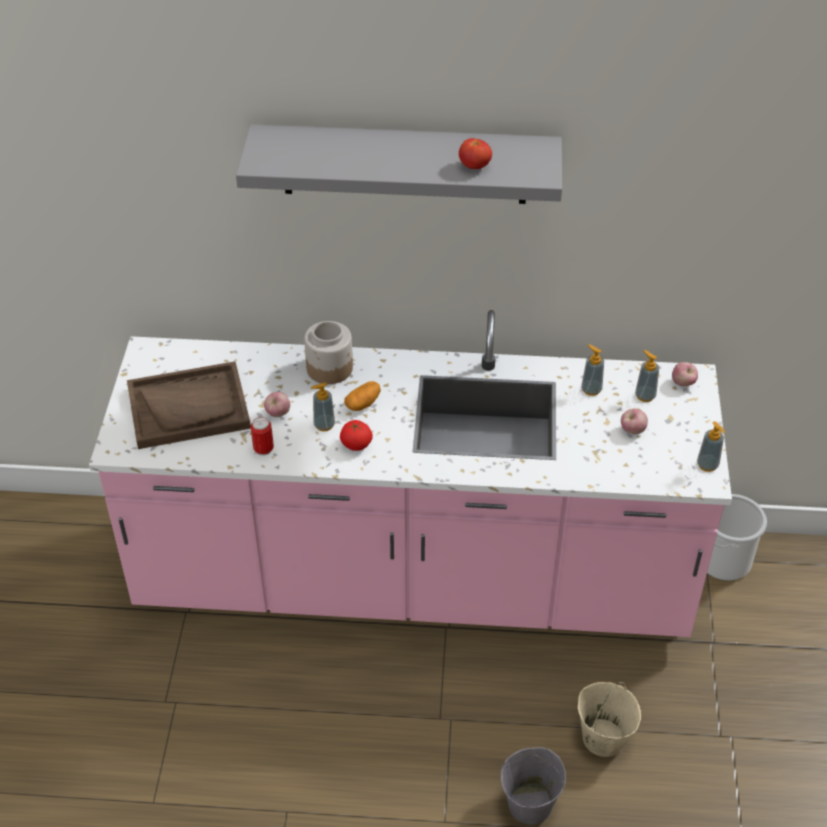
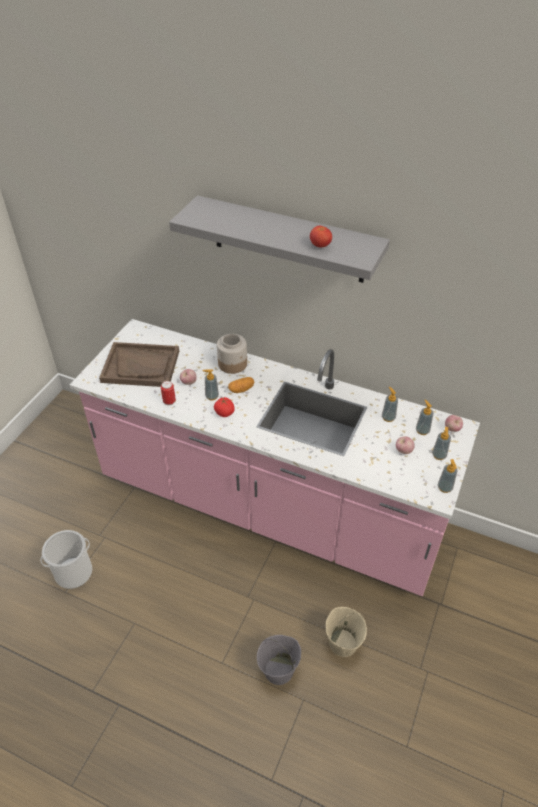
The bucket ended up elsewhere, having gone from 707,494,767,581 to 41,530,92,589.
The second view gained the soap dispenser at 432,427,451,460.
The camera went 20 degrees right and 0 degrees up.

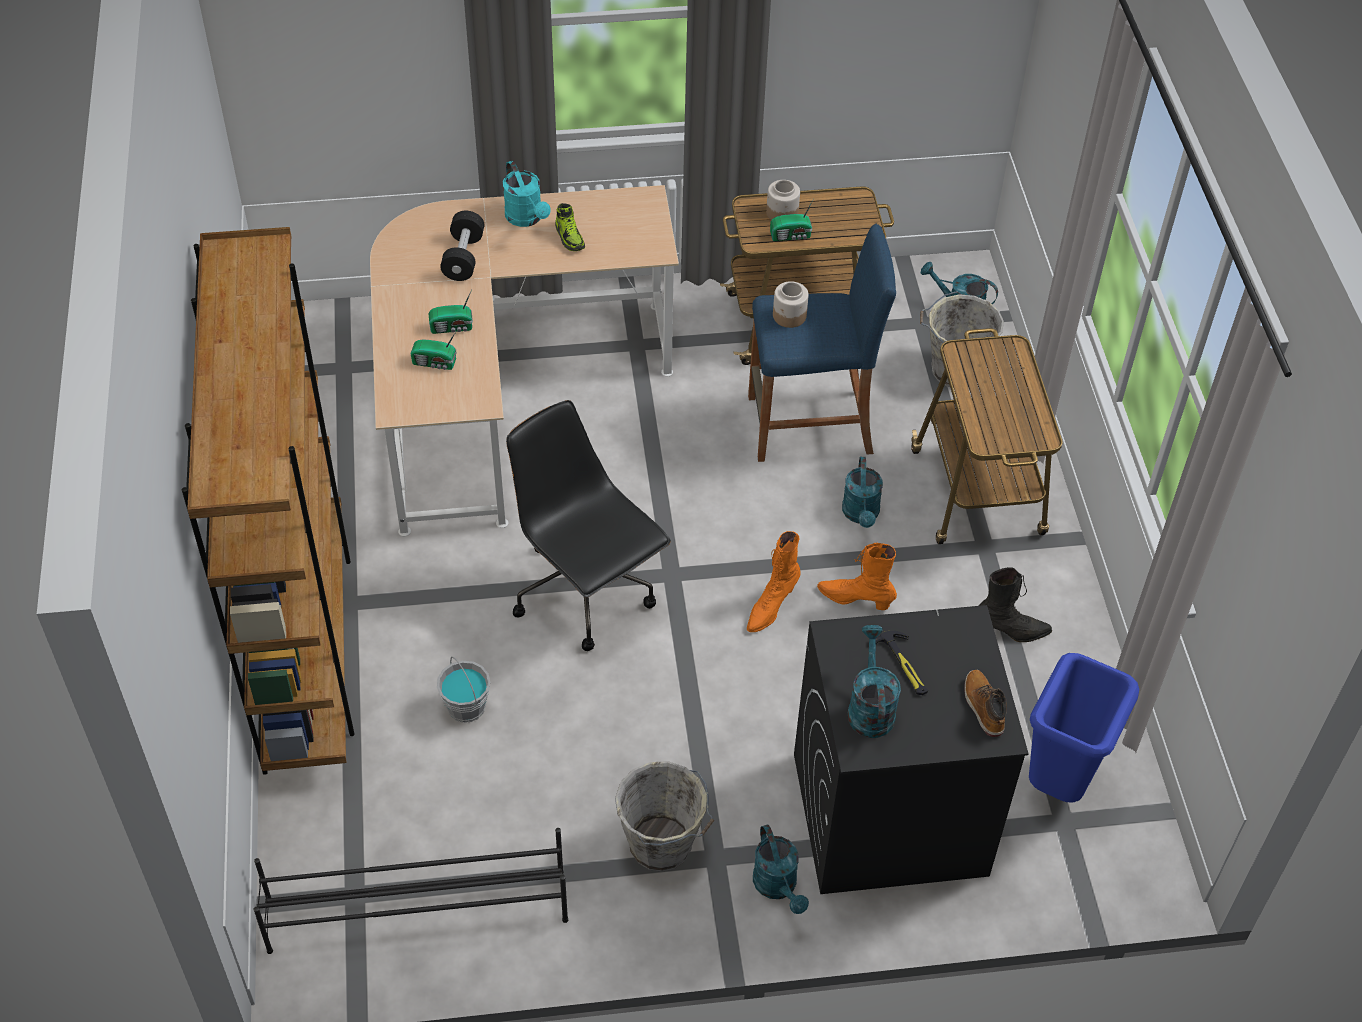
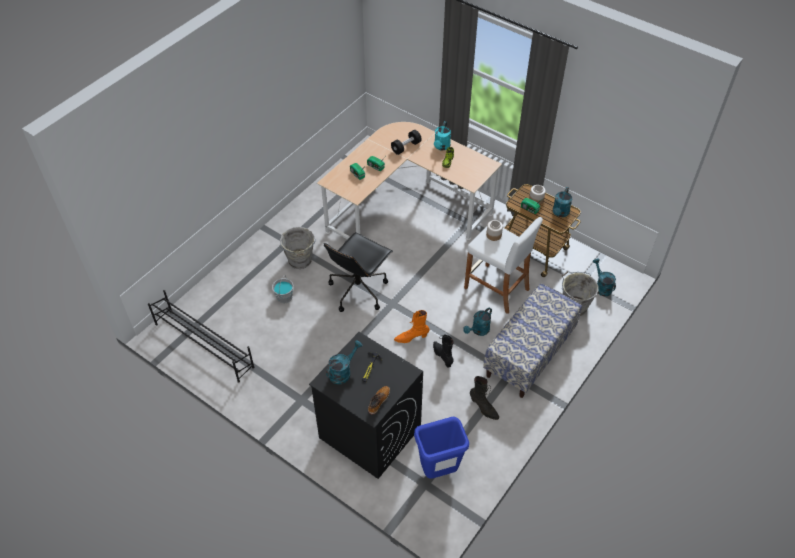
The bucket (grey) ended up elsewhere, having gone from 615,761,714,872 to 280,227,316,269.
The office chair (black) at 506,400,671,651 ended up facing another way, 150 degrees counterclockwise from before.
What was the boot (orange) at 817,543,897,610 turned into the boot (black) at 433,335,454,368.
What was the stool (blue) at 748,224,896,462 turned into the stool (white) at 464,217,543,314.
Where the cart stood at 911,328,1063,544, the bench came to stand at 483,283,582,398.
The watering can (turquoise) ended up elsewhere, having gone from 753,824,809,914 to 553,187,572,217.
The second view lost the bookcase (brown) at 182,227,354,775.
The camera went 45 degrees right and 0 degrees up.

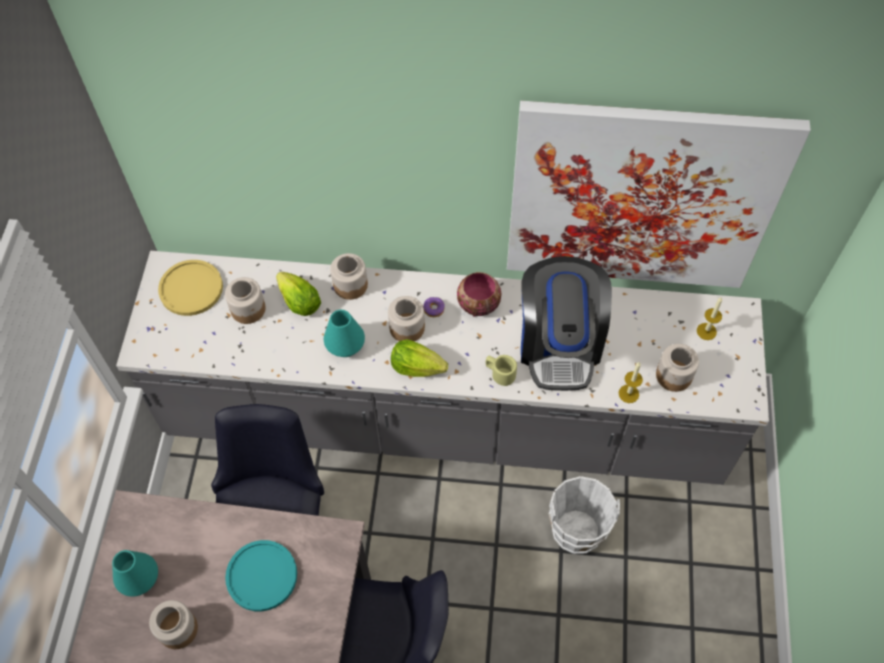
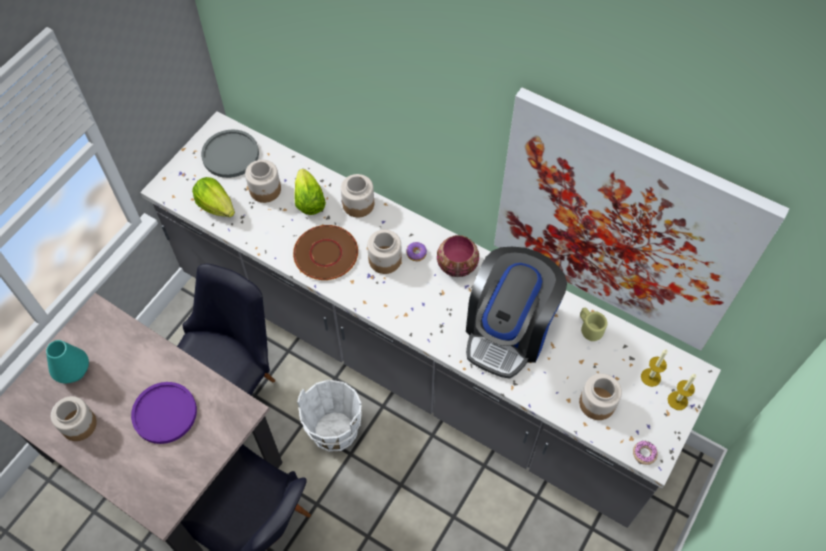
What was the plate (turquoise) at 225,540,297,611 turned into the plate (purple) at 131,382,197,444.
The lettuce ended up elsewhere, having gone from 391,339,448,377 to 192,177,235,217.
What was the plate (yellow) at 158,260,223,316 turned into the plate (grey) at 201,129,259,178.
Where the vase (turquoise) stood at 324,310,365,357, the plate (brown) came to stand at 293,225,358,280.
The bucket (white) ended up elsewhere, having gone from 549,476,620,554 to 297,380,362,452.
The mug (beige) ended up elsewhere, having gone from 486,355,517,386 to 580,307,607,341.
The second view gained the donut at 633,441,658,465.
The candle ended up elsewhere, having gone from 619,362,643,403 to 668,373,696,410.
The camera went 25 degrees right and 0 degrees up.

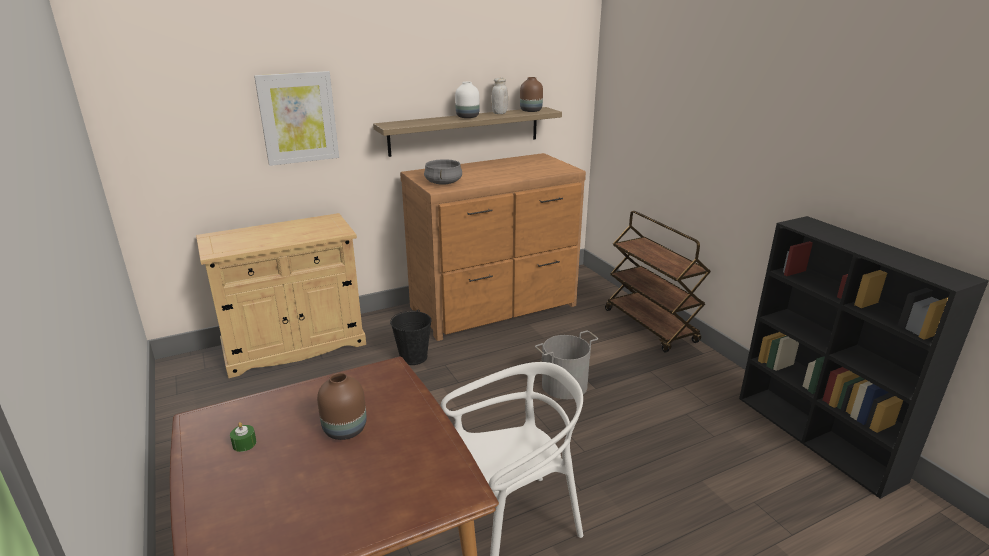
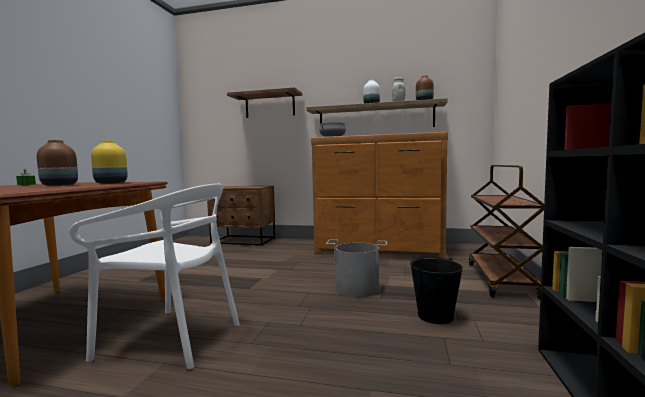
The second view gained the vase (yellow) at 91,141,128,184.
Where the cabinet (beige) stood at 196,213,366,378, the nightstand (brown) came to stand at 207,186,275,246.
Where the picture hung at 254,71,339,166, the shelf came to hang at 227,87,302,118.
The bucket (black) ended up elsewhere, having gone from 390,309,432,365 to 410,257,463,324.
The camera went 40 degrees right and 20 degrees down.

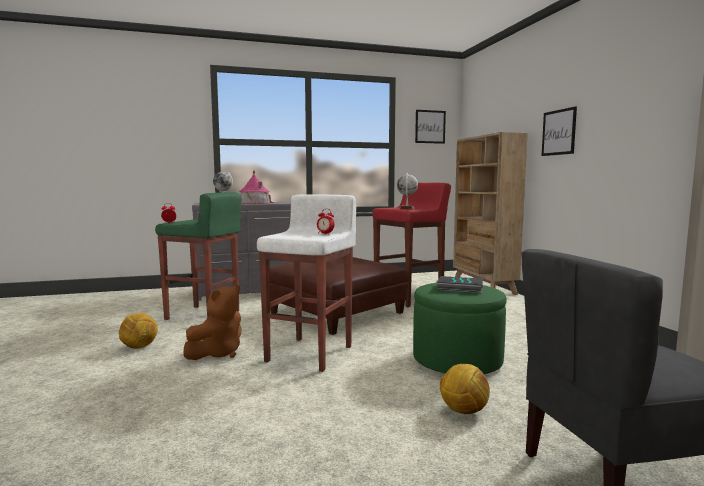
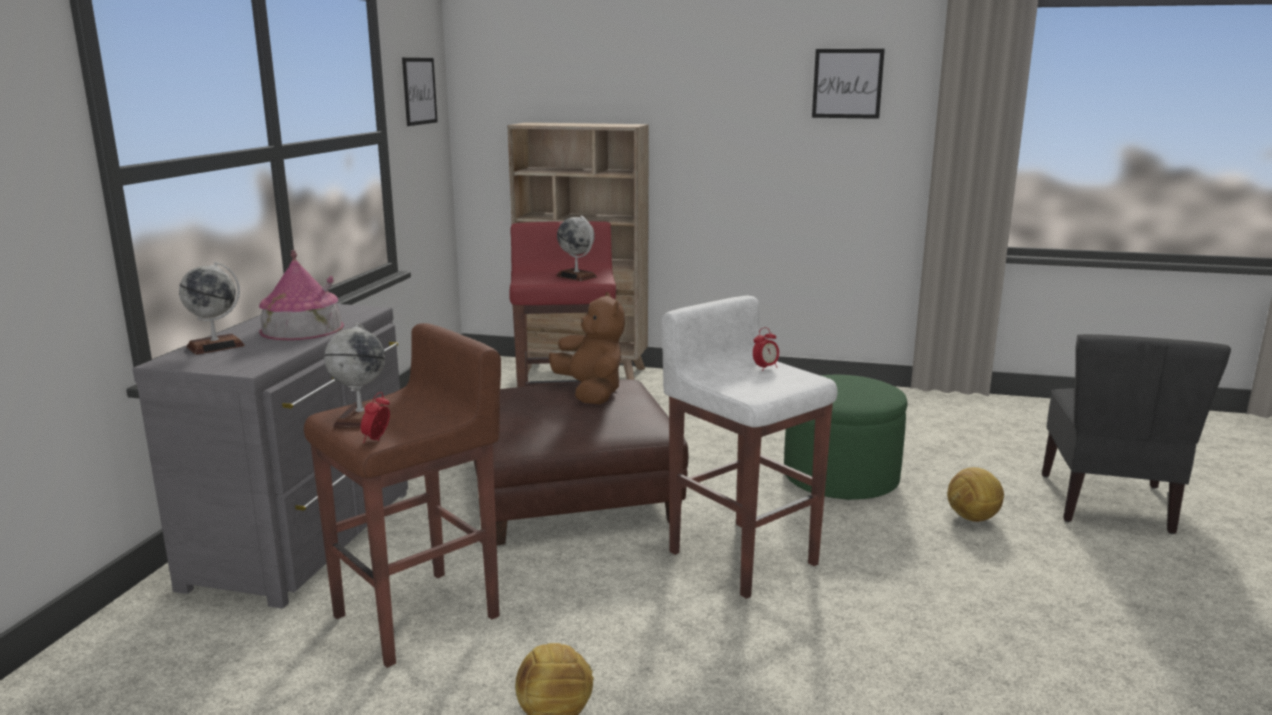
What was the stool (green) at 155,192,241,320 turned into the stool (brown) at 304,323,501,668.
The second view gained the globe at 324,323,385,428.
The plush toy (brown) ended up elsewhere, having gone from 183,285,242,360 to 549,292,625,404.
The picture ended up elsewhere, having gone from 541,106,577,156 to 812,49,885,119.
The second view lost the book at 436,276,483,293.
The camera went 60 degrees left and 10 degrees up.

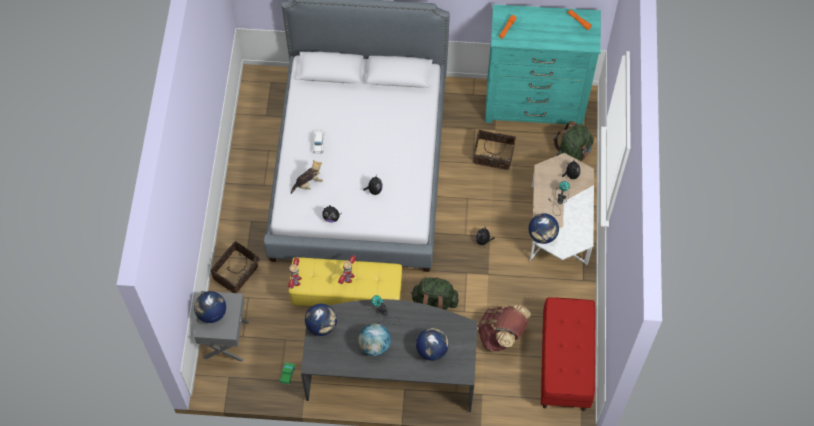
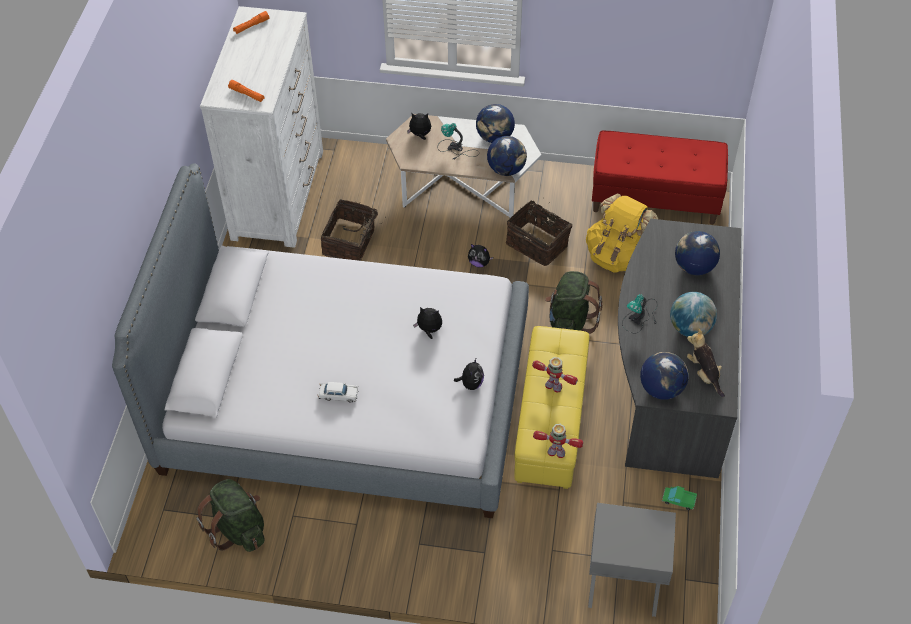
The backpack (green) ended up elsewhere, having gone from 553,121,594,161 to 196,479,264,552.
What was the dresser (turquoise) at 485,4,601,125 turned into the dresser (white) at 200,6,323,248.
The globe ended up elsewhere, having gone from 194,291,226,323 to 476,104,515,143.
The basket ended up elsewhere, having gone from 211,241,260,293 to 506,200,572,266.
What was the backpack (brown) at 478,305,531,352 turned into the backpack (yellow) at 586,193,658,273.
The plush toy ended up elsewhere, having gone from 291,160,323,194 to 687,328,725,397.
The camera went 85 degrees left and 10 degrees down.

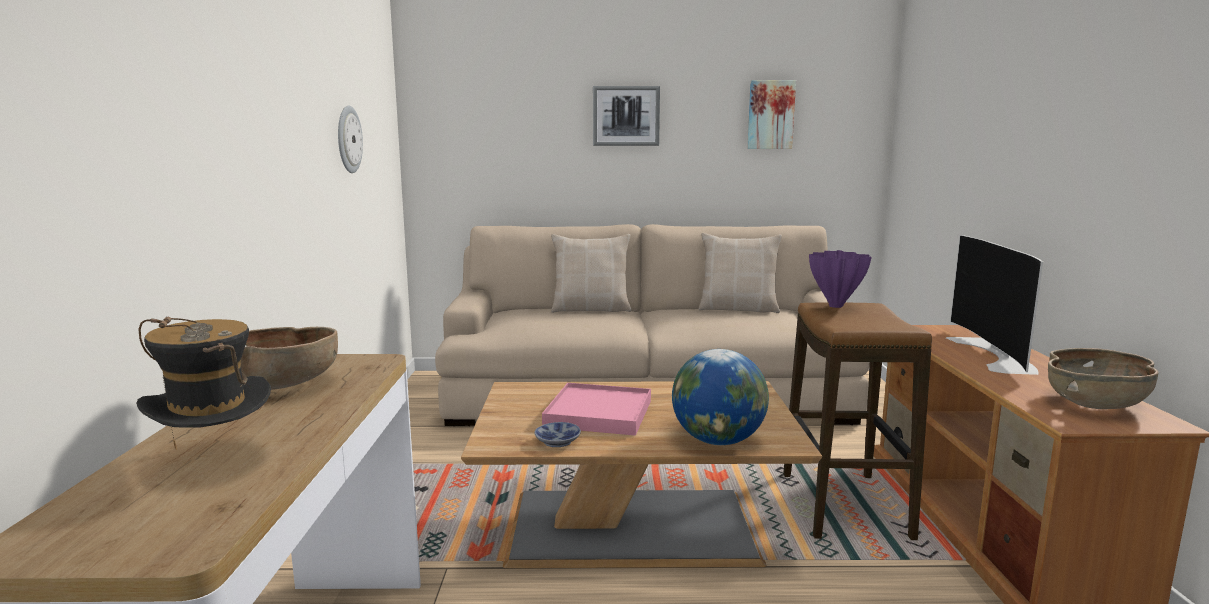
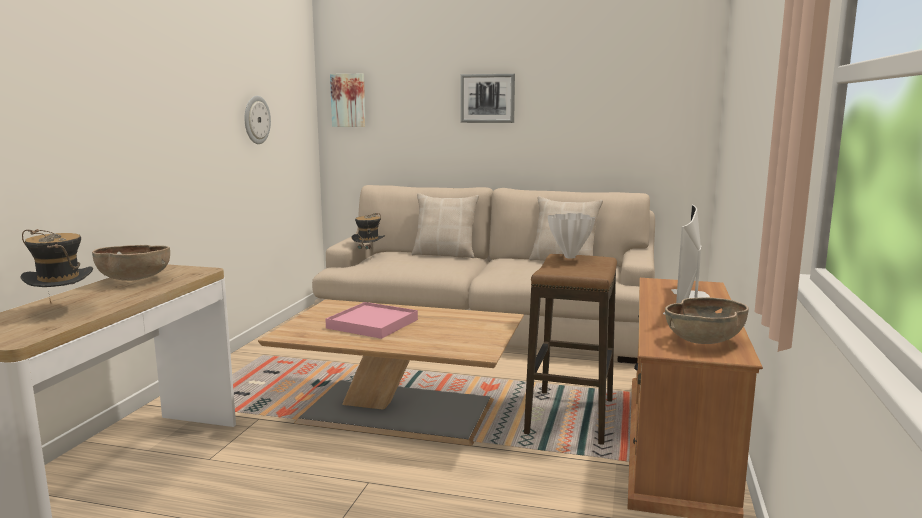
The picture ended up elsewhere, having gone from 747,80,796,149 to 330,74,365,127.
The second view gained the hat at 352,213,385,249.
What was the vase (purple) at 809,250,872,308 turned into the vase (white) at 548,213,595,259.
The second view lost the bowl at 534,422,581,447.
The second view lost the globe at 672,349,769,445.
The camera went 15 degrees right and 0 degrees up.

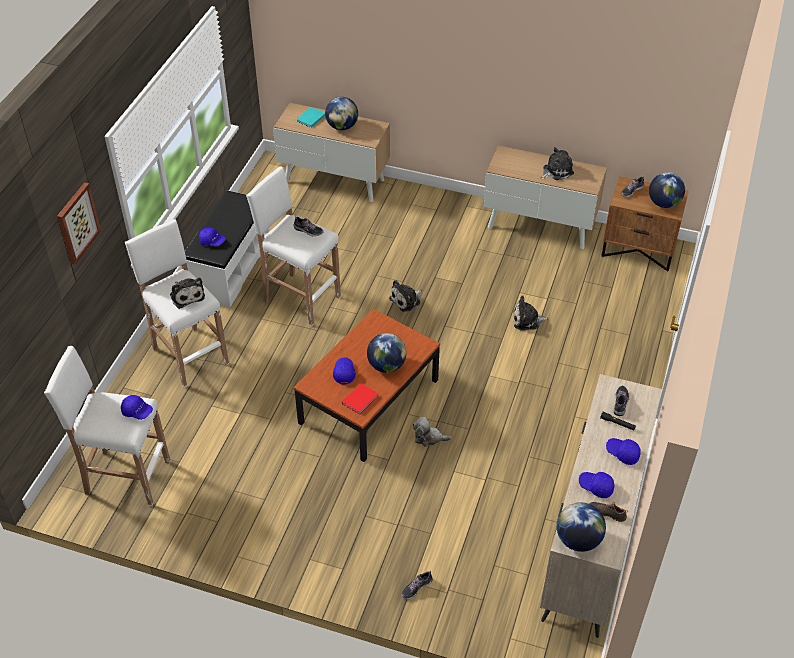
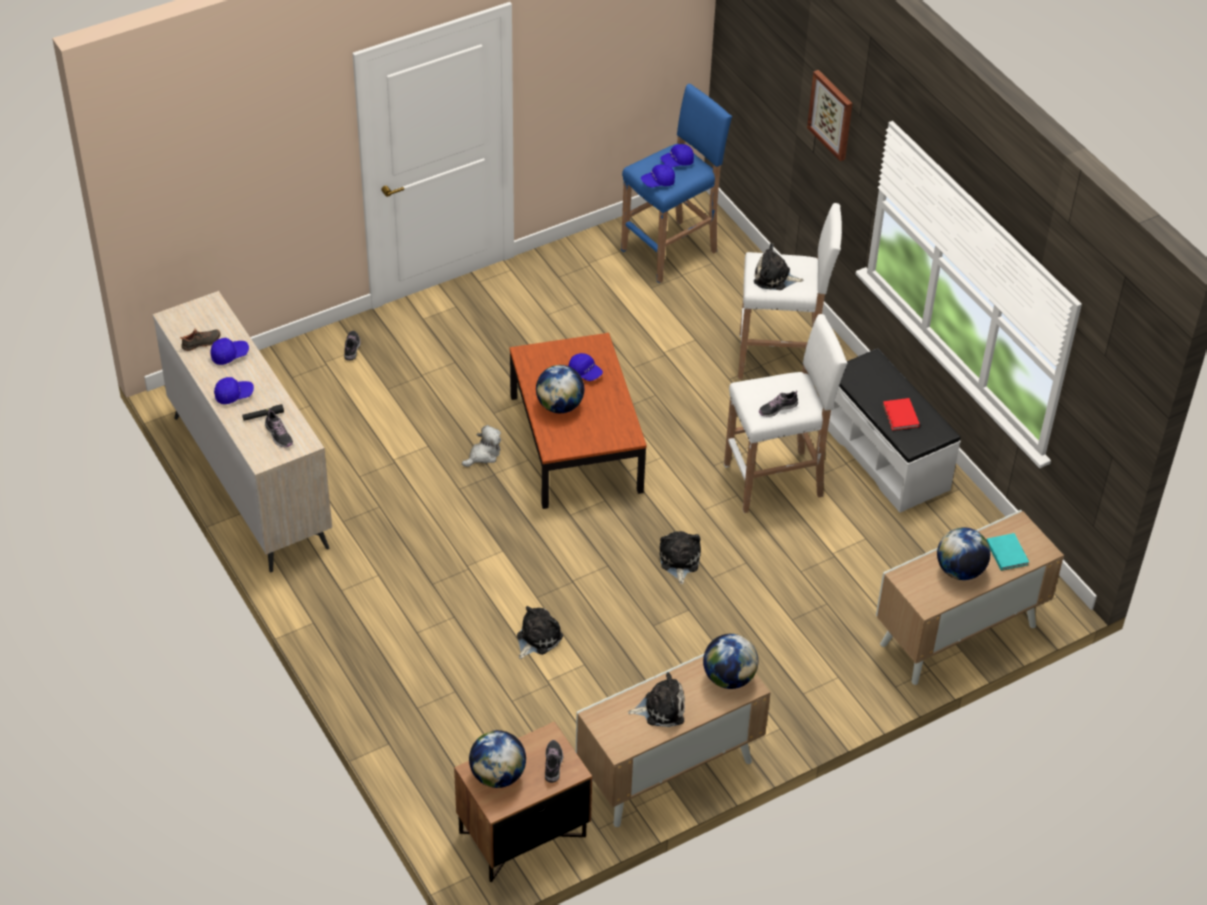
What was the stool (white) at 44,346,171,506 turned into the stool (blue) at 621,84,732,284.
The plush toy at 540,147,574,180 ended up facing another way, 105 degrees counterclockwise from before.
The cap (blue) ended up elsewhere, having gone from 199,228,226,246 to 660,144,694,167.
The globe ended up elsewhere, having gone from 557,502,606,552 to 703,634,758,689.
The book (red) ended up elsewhere, having gone from 342,383,378,415 to 882,398,920,431.
The camera went 130 degrees right and 0 degrees up.

